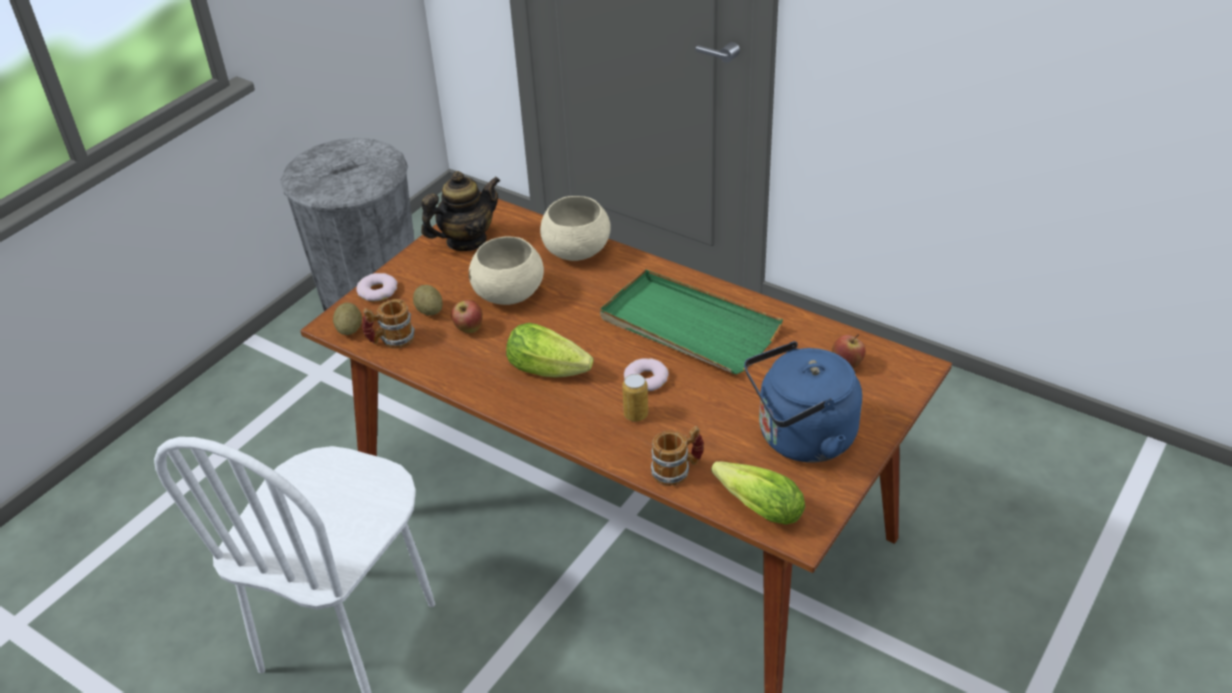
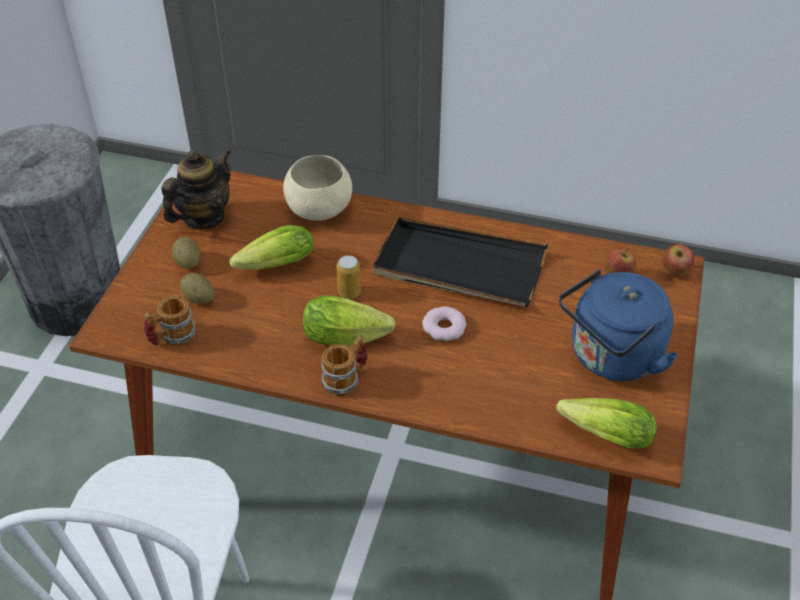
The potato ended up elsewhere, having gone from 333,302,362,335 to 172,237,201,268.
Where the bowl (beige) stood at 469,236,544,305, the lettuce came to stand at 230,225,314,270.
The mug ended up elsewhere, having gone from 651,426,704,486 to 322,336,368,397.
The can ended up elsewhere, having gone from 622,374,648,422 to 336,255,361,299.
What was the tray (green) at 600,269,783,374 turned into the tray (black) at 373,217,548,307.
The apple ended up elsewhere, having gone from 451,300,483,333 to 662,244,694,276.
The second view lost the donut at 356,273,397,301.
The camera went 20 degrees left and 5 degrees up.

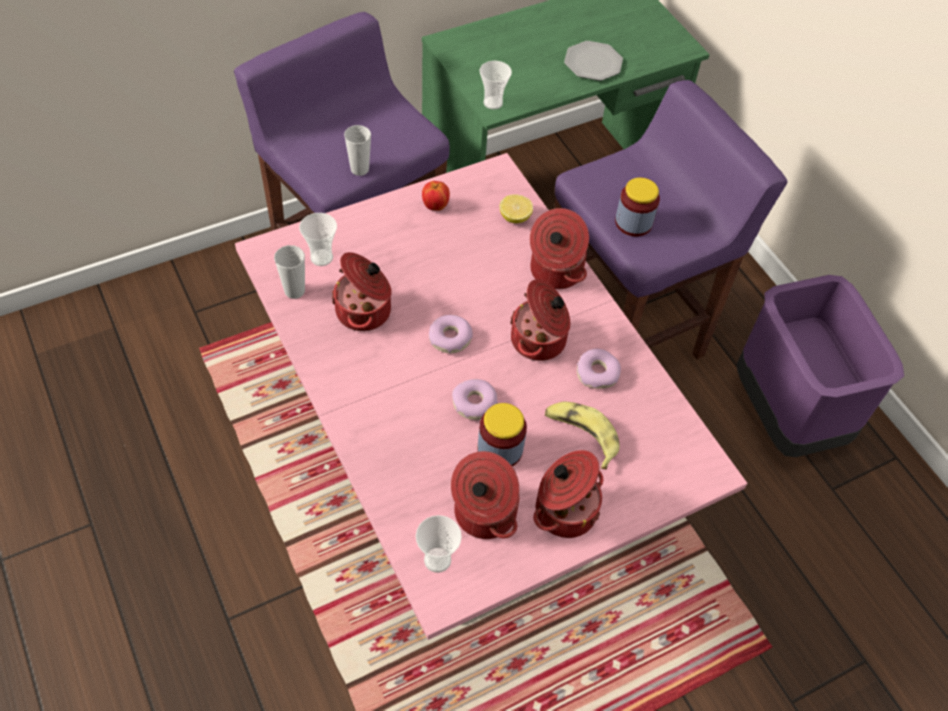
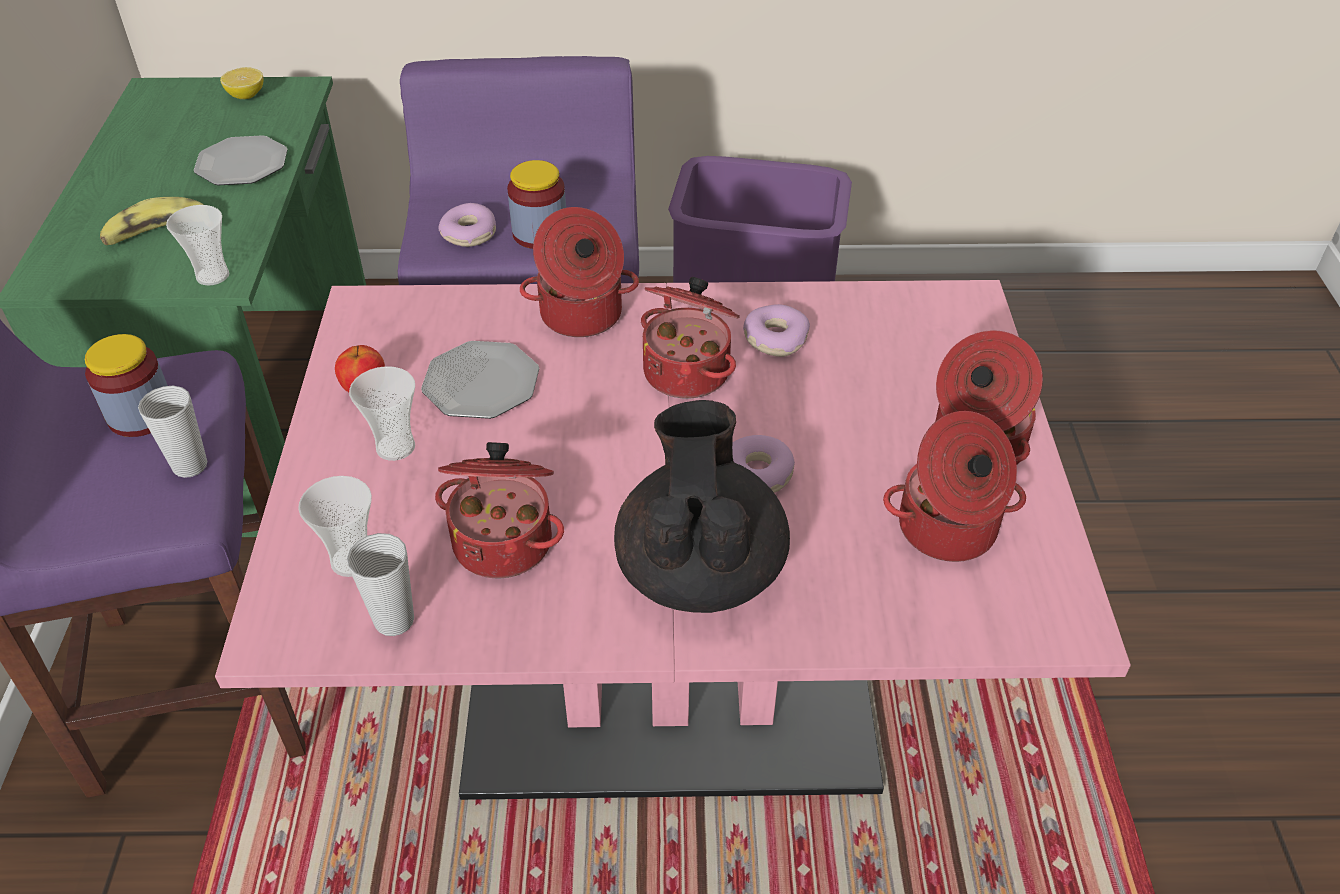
The jar ended up elsewhere, having gone from 477,403,527,466 to 85,334,168,437.
The banana ended up elsewhere, having gone from 545,402,620,469 to 100,197,203,245.
The lemon ended up elsewhere, having gone from 500,194,533,223 to 220,67,263,99.
The cup ended up elsewhere, having gone from 416,515,462,573 to 349,366,415,461.
The second view gained the plate at 421,341,539,419.
The donut ended up elsewhere, having gone from 429,315,473,353 to 438,203,496,247.
The second view gained the teapot (black) at 614,400,790,613.
The camera went 60 degrees left and 10 degrees down.

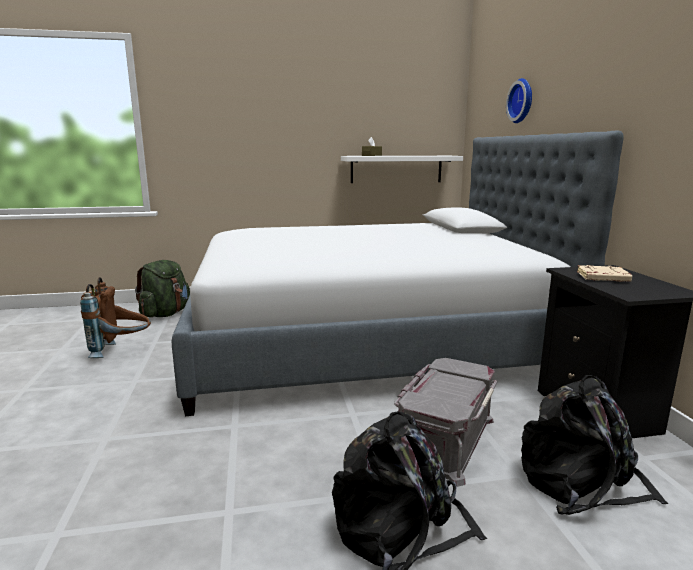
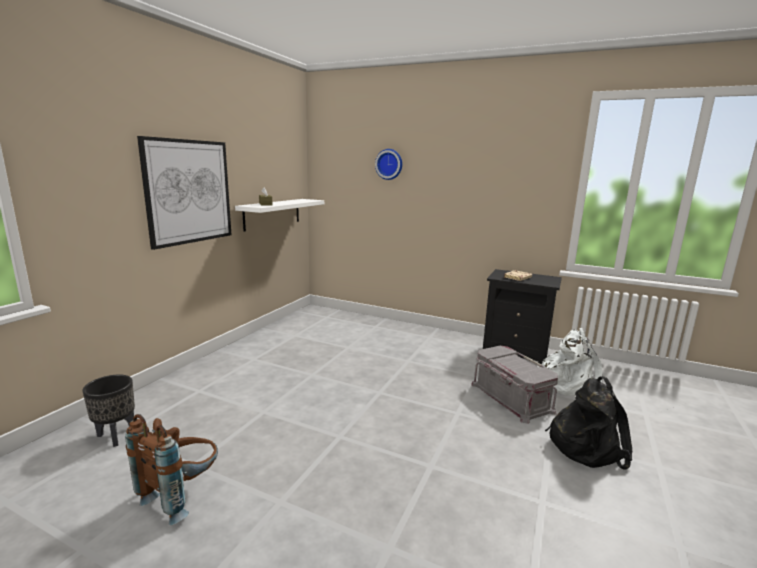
Where the backpack (green) stood at 135,260,190,317, the planter (black) came to stand at 82,375,135,447.
The second view gained the picture at 137,136,232,250.
What was the backpack (black) at 521,375,668,515 turned into the backpack (white) at 539,328,602,396.
The second view lost the bed at 172,130,624,416.
The camera went 55 degrees left and 0 degrees up.

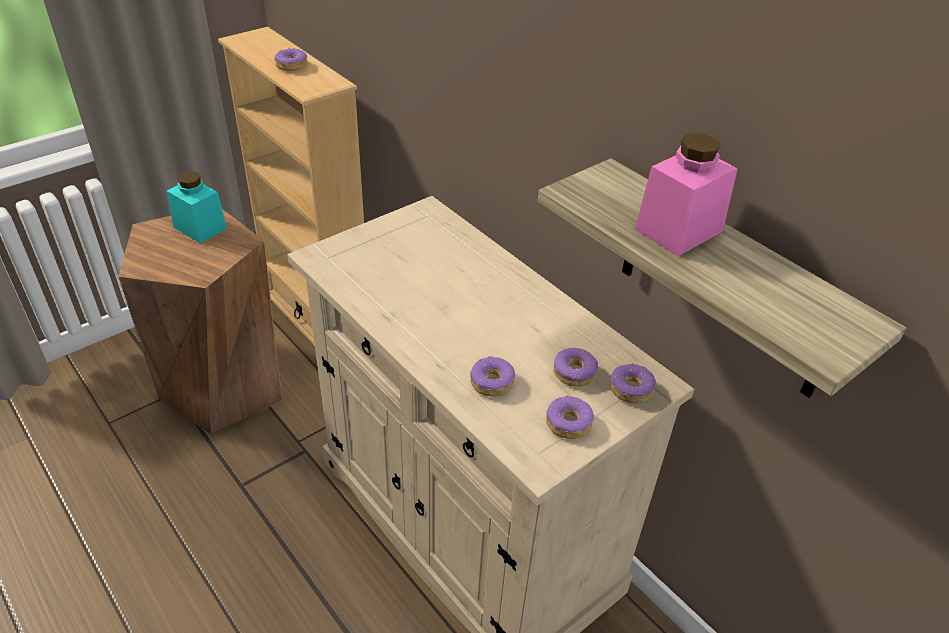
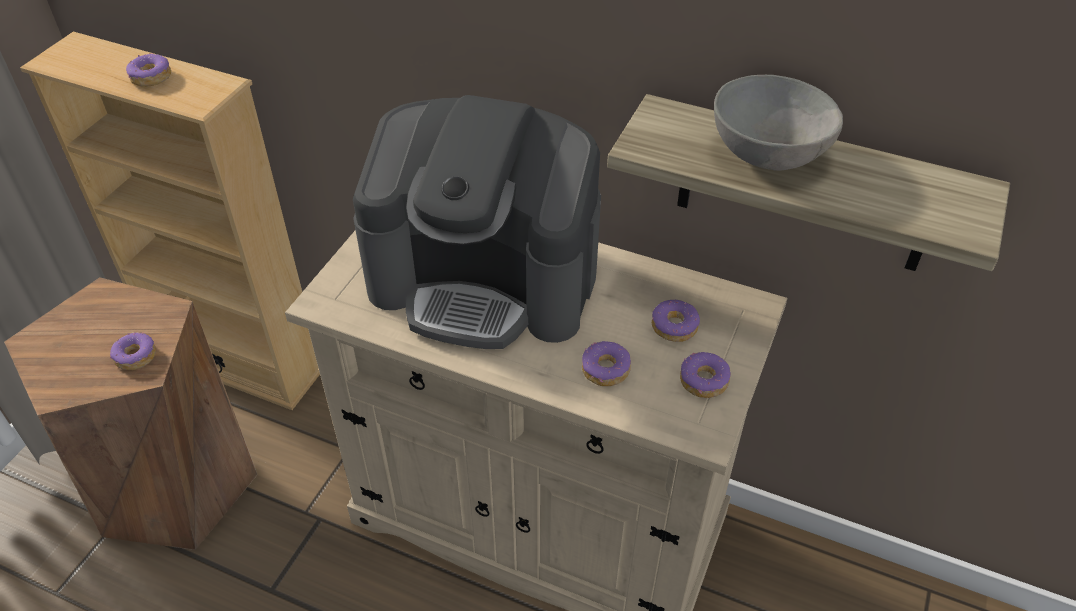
The donut ended up elsewhere, having gone from 610,363,656,403 to 110,332,156,370.
The second view gained the coffee machine at 353,95,601,349.
Where the jar (pink) stood at 635,133,738,257, the bowl (grey) came to stand at 714,75,843,171.
The second view lost the jar (turquoise) at 167,171,227,244.
The camera went 25 degrees left and 5 degrees up.

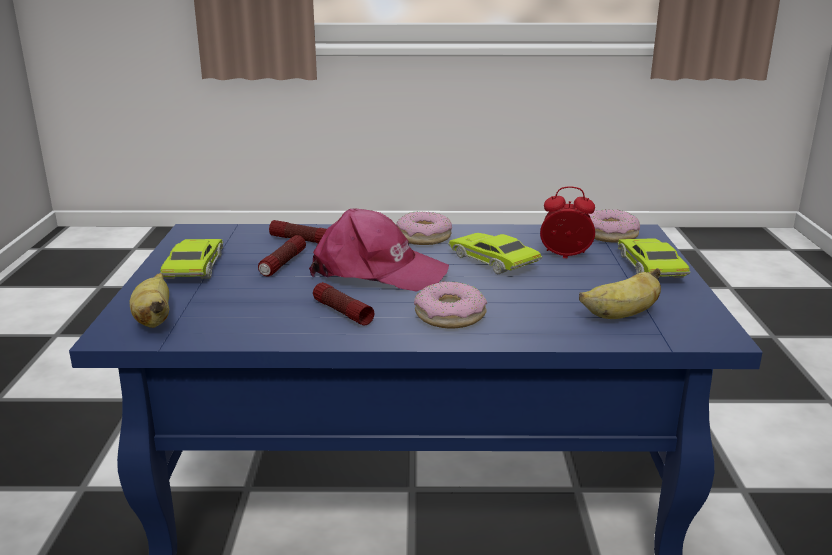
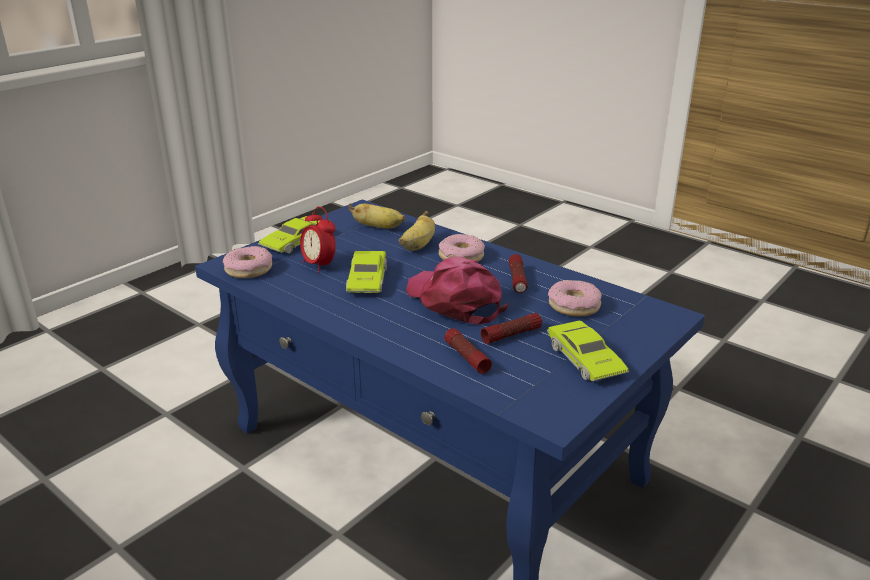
The banana ended up elsewhere, having gone from 130,273,169,328 to 399,211,435,251.
The toy car (green) at 160,239,223,279 ended up facing another way, 60 degrees counterclockwise from before.
The donut ended up elsewhere, having gone from 396,211,452,245 to 548,280,602,317.
The camera went 140 degrees left and 5 degrees up.

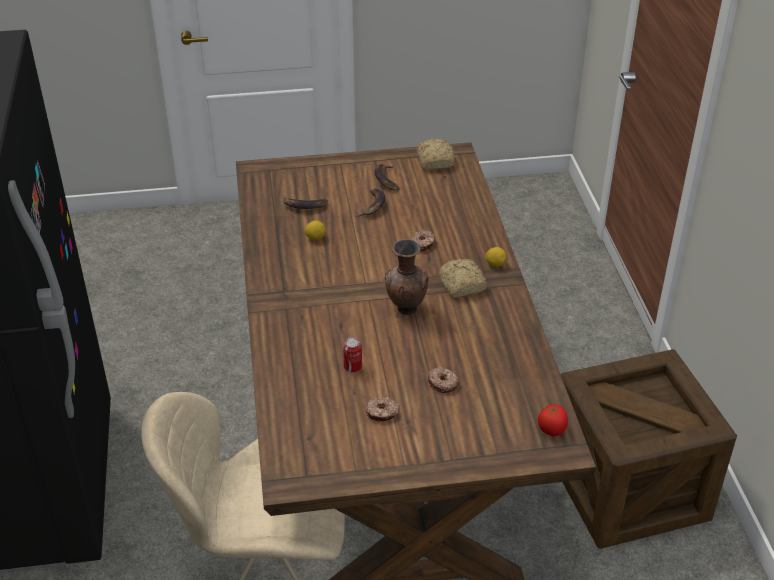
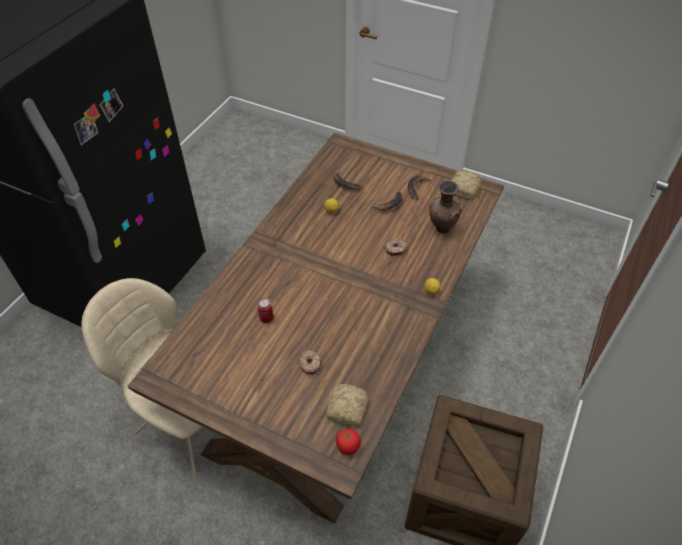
The bread ended up elsewhere, having gone from 439,259,487,297 to 326,384,368,427.
The vase (brown) ended up elsewhere, having gone from 385,239,429,315 to 429,180,462,234.
The second view lost the donut at 365,397,400,422.
The camera went 35 degrees right and 10 degrees up.

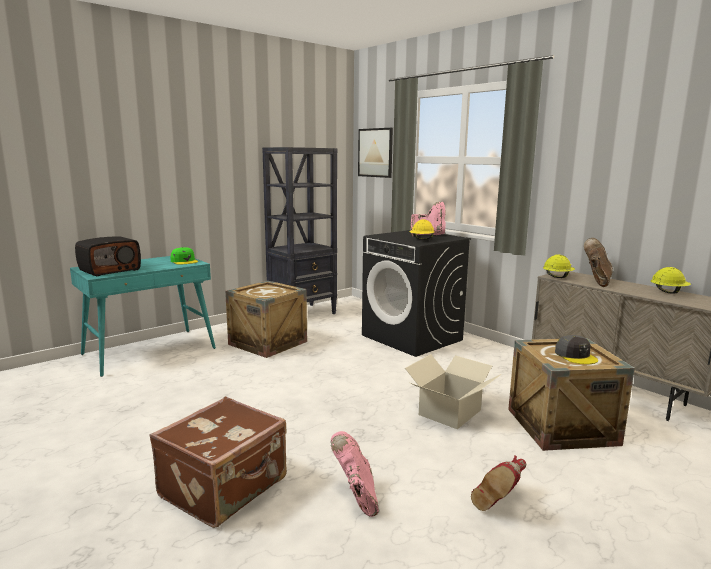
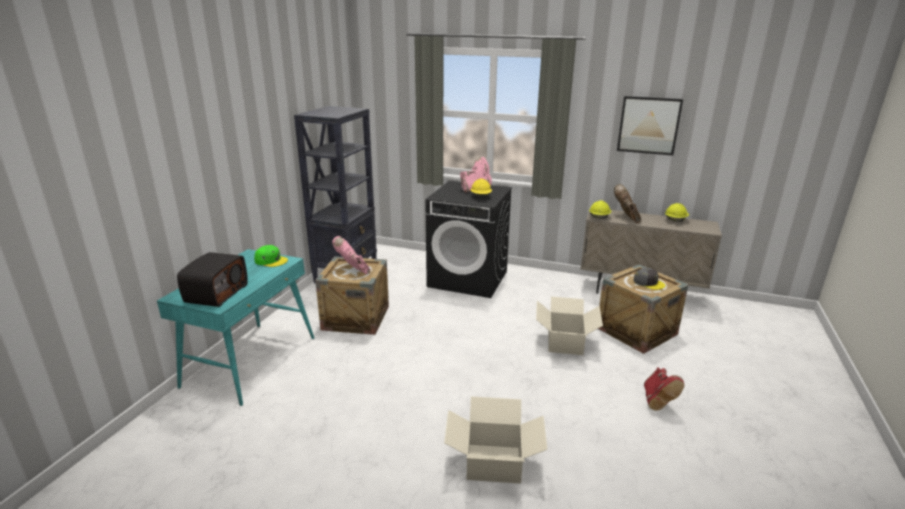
The boot (pink) ended up elsewhere, having gone from 331,431,379,517 to 332,236,370,274.
Where the suitcase (brown) stood at 149,397,287,528, the cardboard box came to stand at 444,397,547,484.
The picture ended up elsewhere, having gone from 358,128,393,178 to 617,96,683,155.
The camera went 30 degrees left and 10 degrees up.

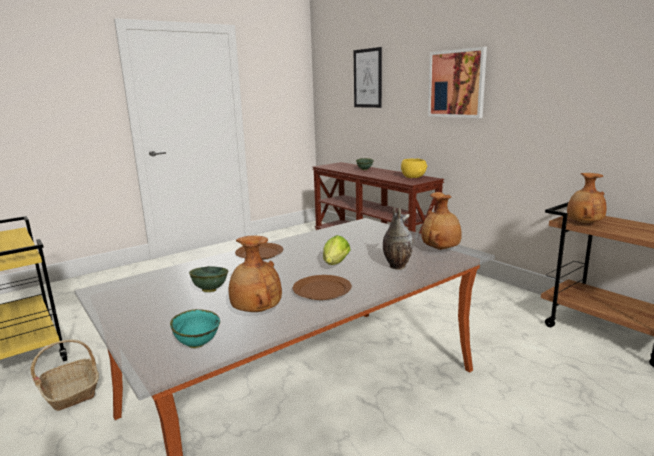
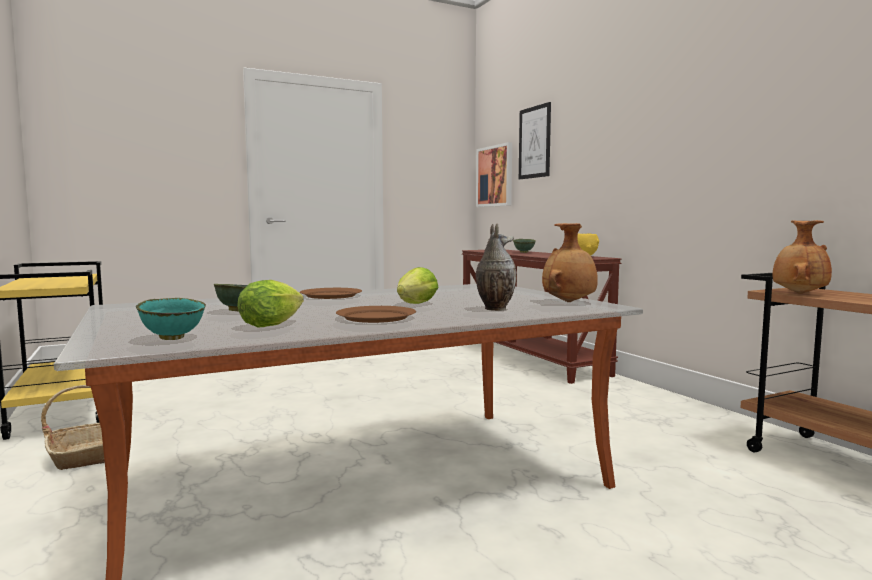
Where the vase (brown) stood at 229,235,282,312, the lettuce came to stand at 237,280,304,327.
The picture ended up elsewhere, having gone from 428,47,487,118 to 476,142,512,207.
The camera went 10 degrees right and 10 degrees down.

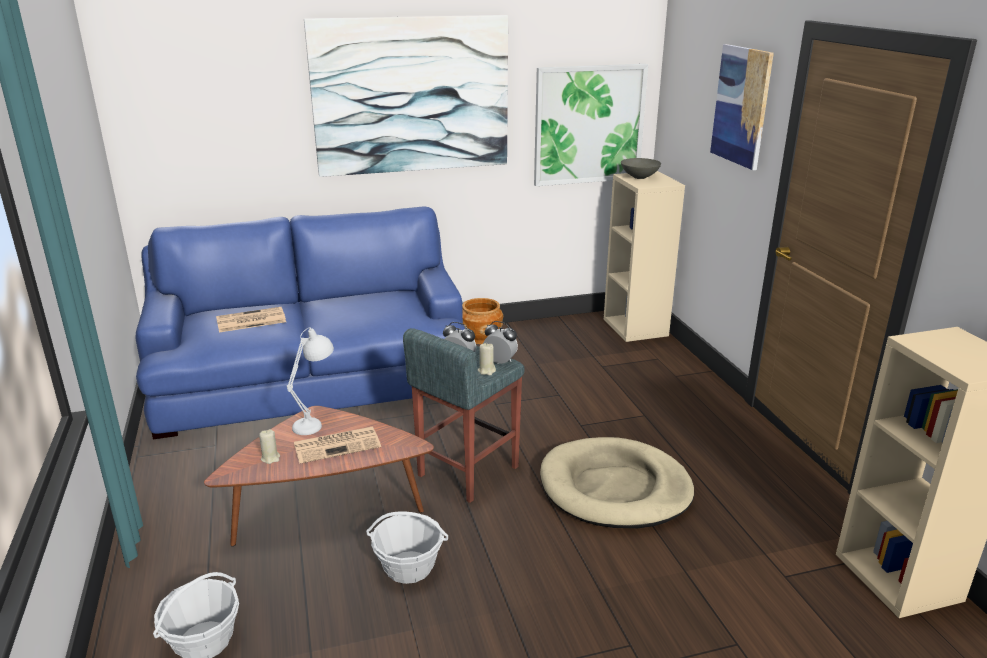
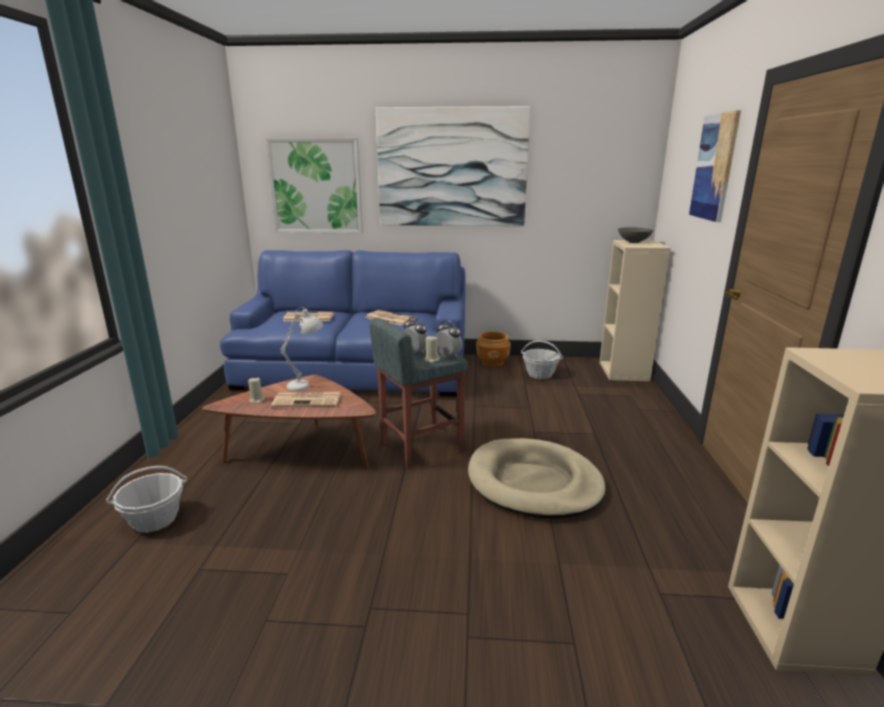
The picture ended up elsewhere, having gone from 534,64,648,186 to 265,138,363,234.
The second view gained the newspaper at 365,310,416,325.
The basket ended up elsewhere, having gone from 366,511,448,584 to 521,340,563,379.
The camera went 20 degrees right and 5 degrees down.

